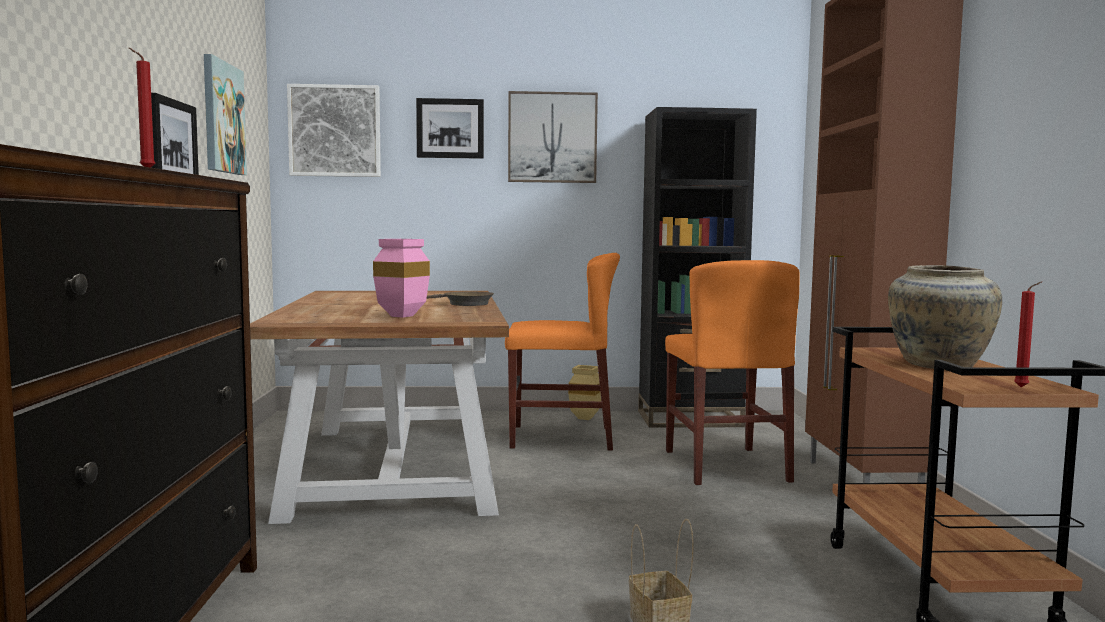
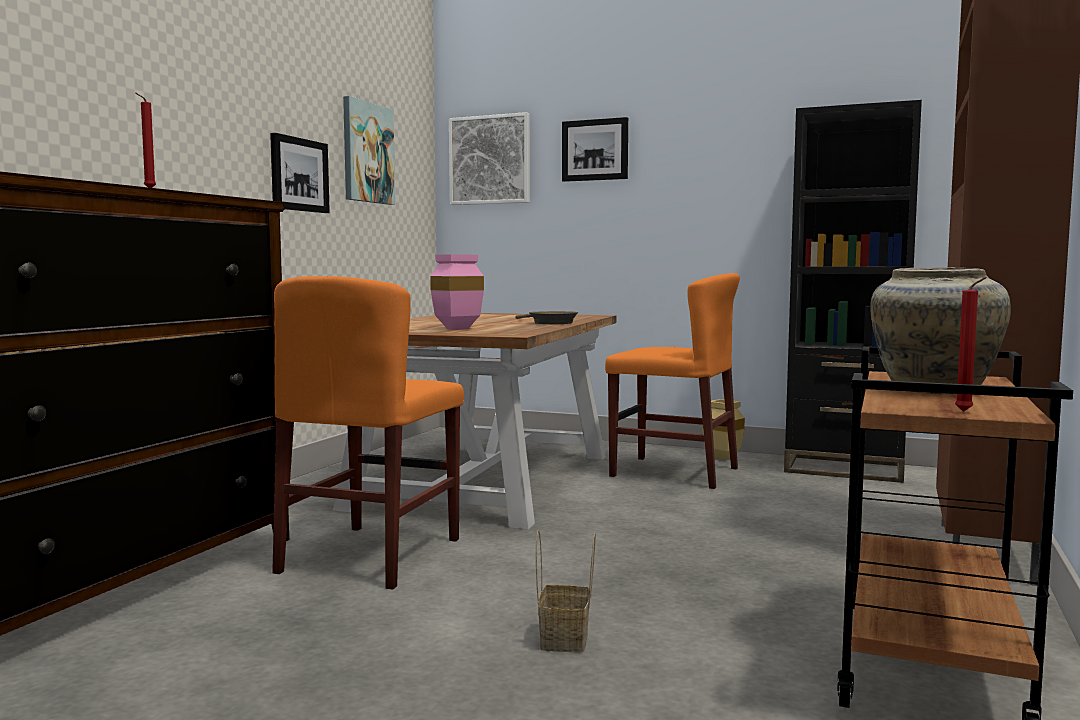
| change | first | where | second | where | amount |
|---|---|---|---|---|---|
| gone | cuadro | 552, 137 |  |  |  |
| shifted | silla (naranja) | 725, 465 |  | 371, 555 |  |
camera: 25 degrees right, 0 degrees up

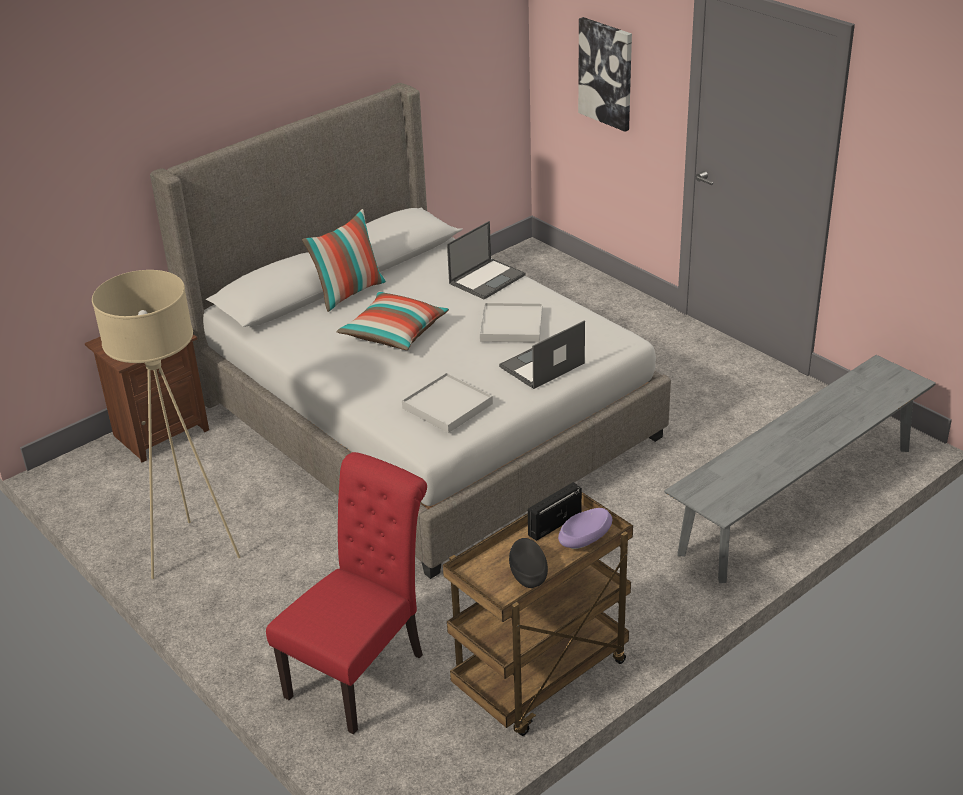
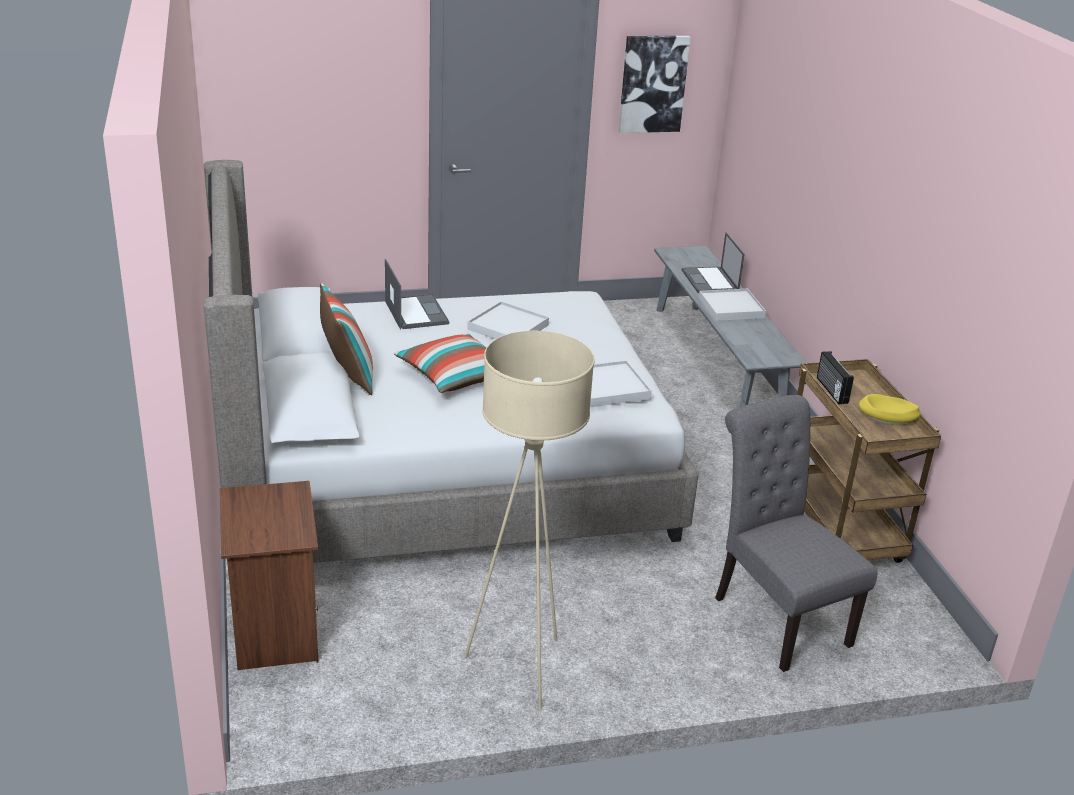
| change | first | where | second | where | amount |
|---|---|---|---|---|---|
| shifted | cuadro | 606, 73 |  | 653, 84 |  |
| shifted | portátil | 541, 366 |  | 710, 281 |  |
| repainted | silla (rojo) | 362, 670 | silla (gris) | 775, 616 |  |
| gone | cuenco (morado) | 585, 538 |  |  |  |
| repainted | cuenco (negro) | 528, 573 | cuenco (amarillo) | 887, 418 |  |
| new |  |  | bandeja (blanco) | 731, 307 |  |
camera: 65 degrees left, 5 degrees down

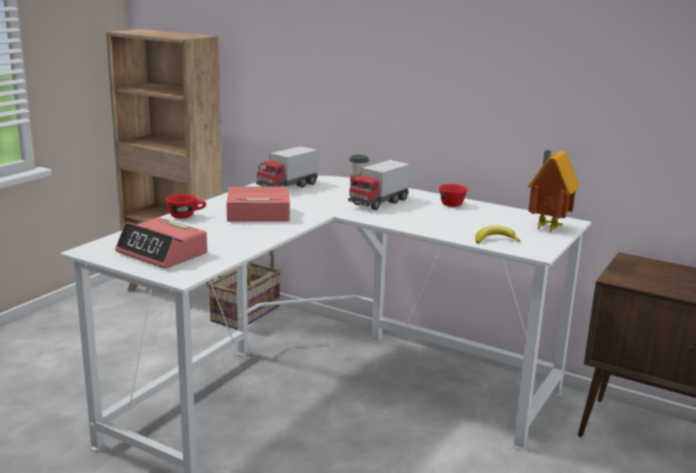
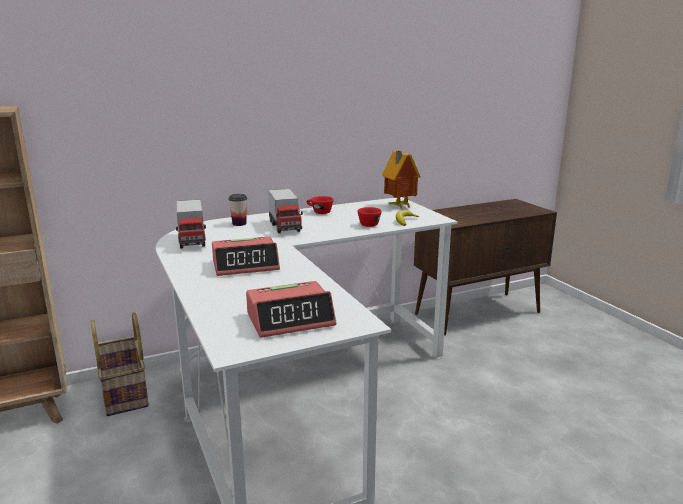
| change | first | where | second | where | amount |
|---|---|---|---|---|---|
| rotated | despertador | 258, 214 |  | 246, 265 | 135 degrees counterclockwise |
| shifted | taza (rojo) | 186, 216 |  | 370, 224 |  |
camera: 55 degrees left, 0 degrees up

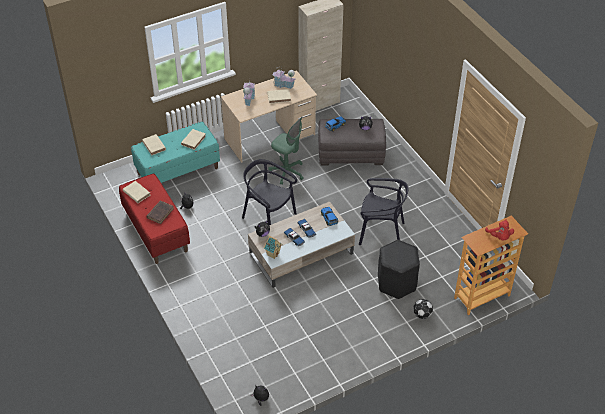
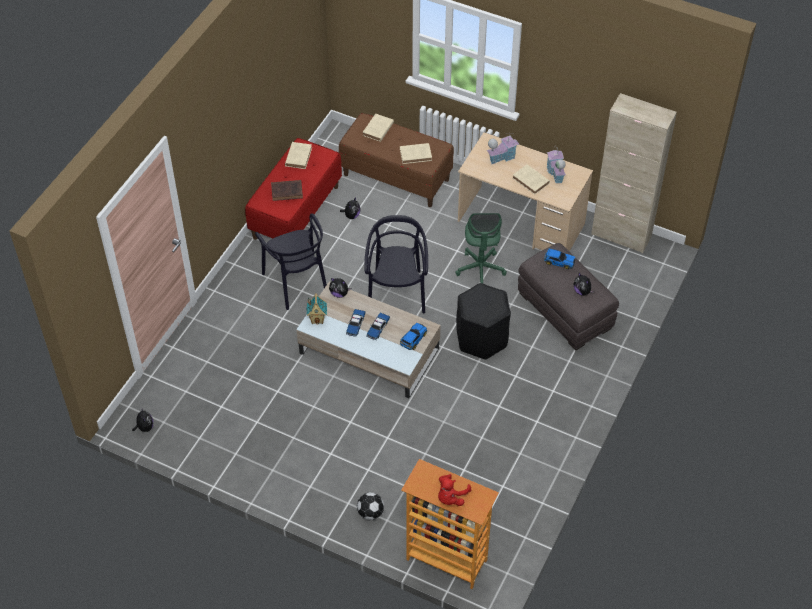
| change | first | where | second | where | amount |
|---|---|---|---|---|---|
| repainted | banco (turquesa) | 178, 170 | banco (marrón) | 396, 177 |  |
| shifted | silla (negro) | 381, 232 |  | 297, 282 |  |
| shifted | taburete (negro) | 396, 283 |  | 481, 338 |  |
camera: 55 degrees right, 5 degrees up

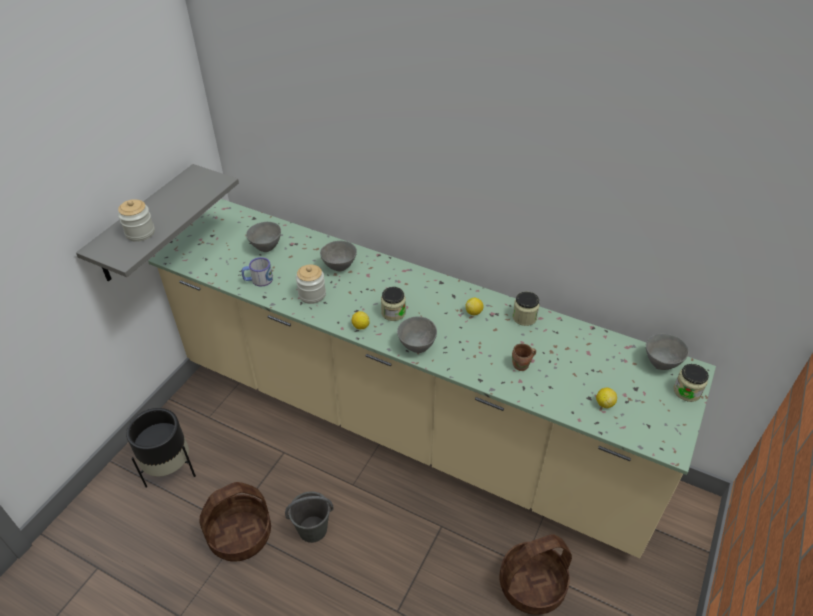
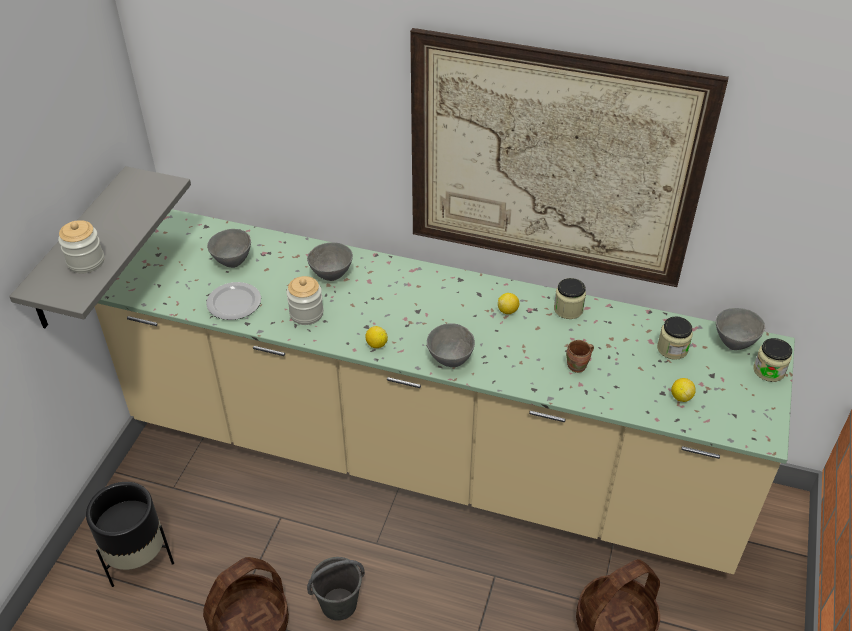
| change | first | where | second | where | amount |
|---|---|---|---|---|---|
| swapped | taza grande | 258, 280 | plato | 233, 303 |  |
| shifted | tarro | 393, 312 |  | 672, 349 |  |
| new |  |  | cuadro | 552, 162 |  |
camera: 10 degrees left, 0 degrees up

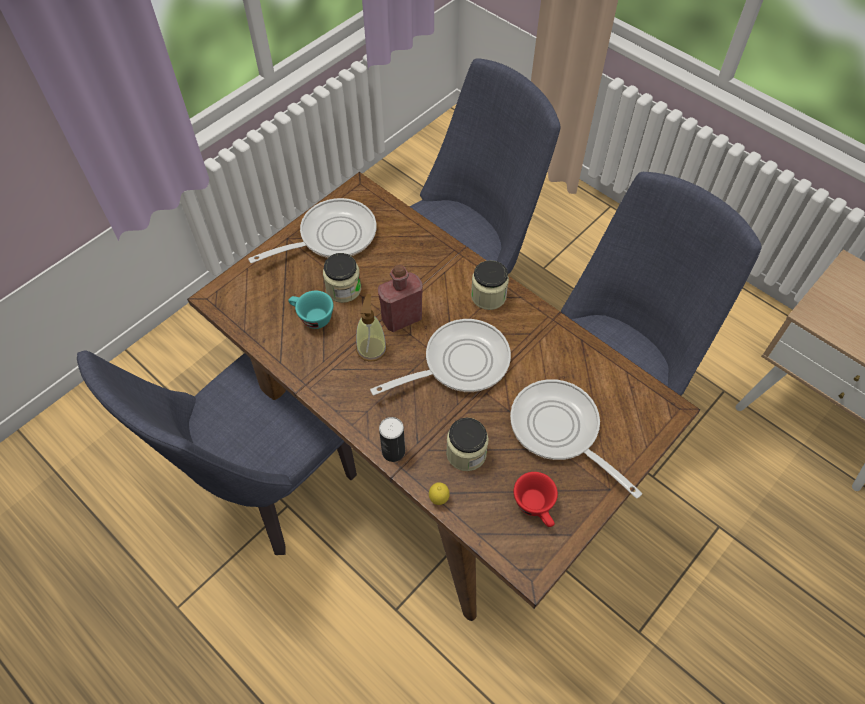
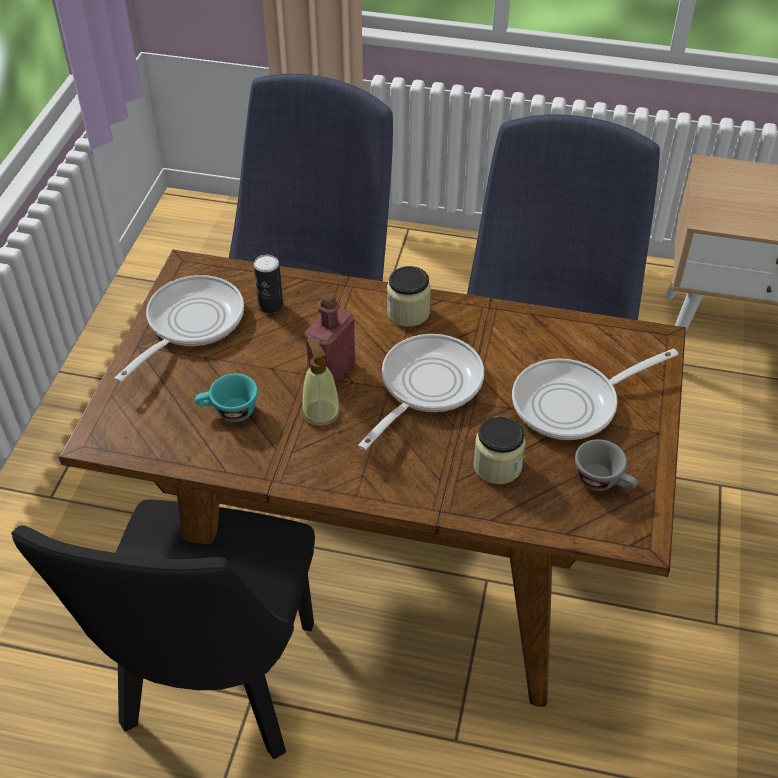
| change | first | where | second | where | amount |
|---|---|---|---|---|---|
| gone | tarro | 343, 289 |  |  |  |
| repainted | silla (azul) | 269, 489 | silla (negro) | 216, 691 |  |
| rotated | sartén | 559, 431 |  | 573, 403 | 45 degrees counterclockwise |
| shifted | lata | 393, 451 |  | 270, 305 |  |
| repainted | taza (rojo) | 536, 507 | taza (gris) | 603, 481 |  |
| gone | limón | 438, 499 |  |  |  |
camera: 30 degrees left, 10 degrees down

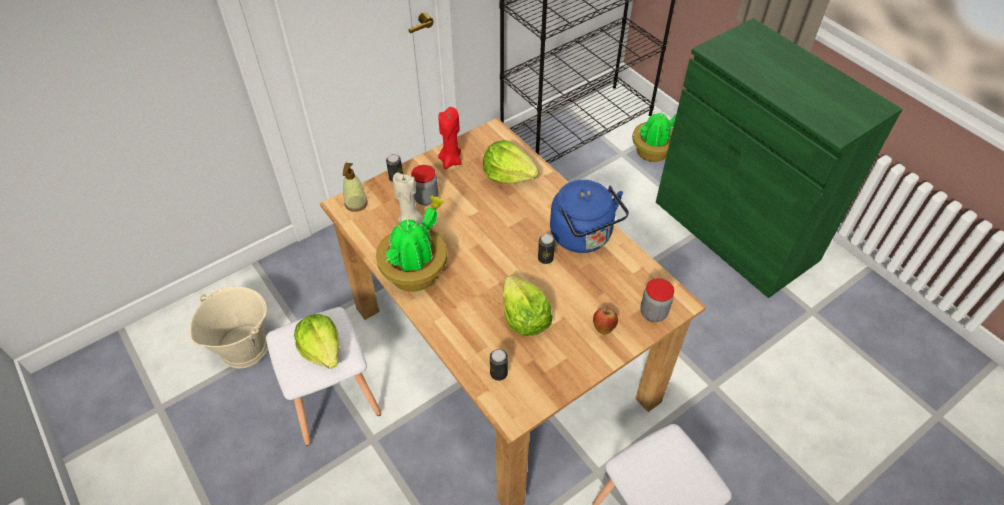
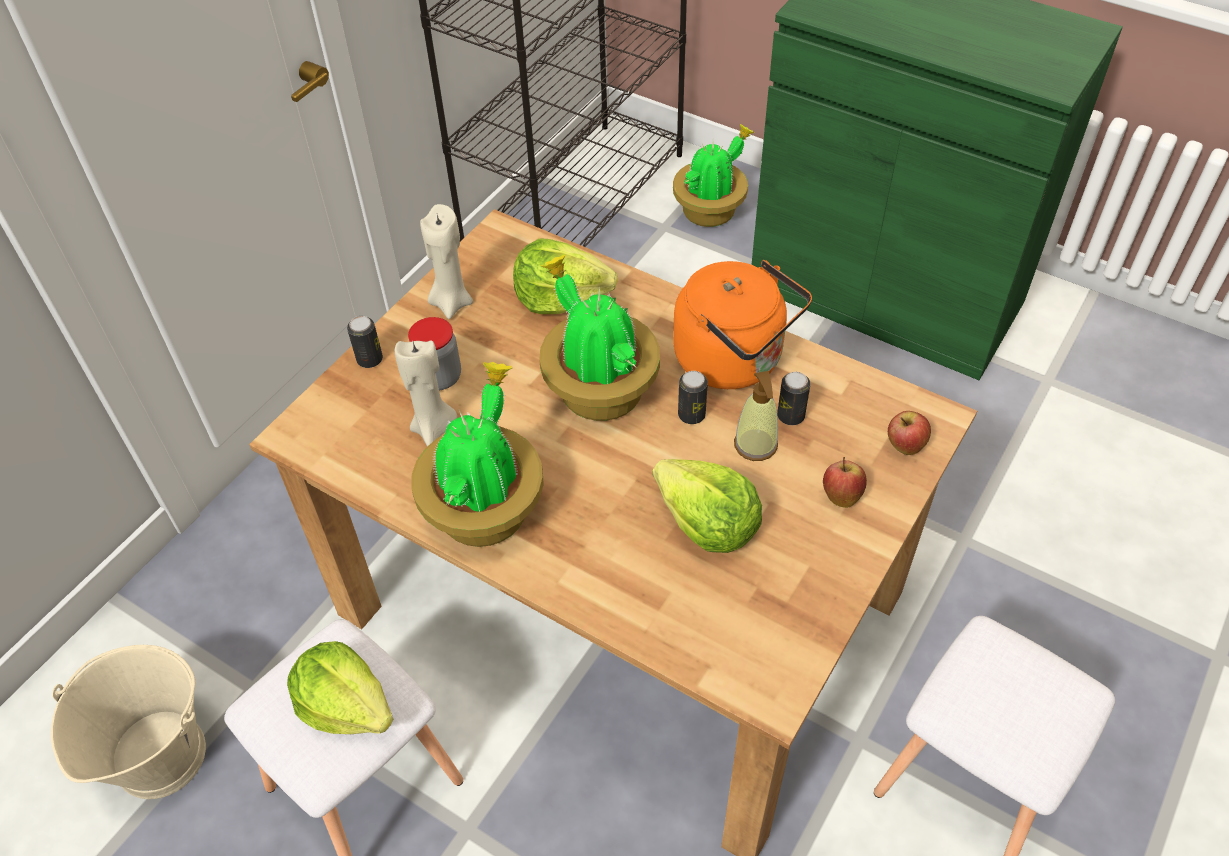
| change | first | where | second | where | amount |
|---|---|---|---|---|---|
| repainted | vela (rojo) | 451, 161 | vela (beis) | 451, 302 |  |
| shifted | dispensador de jabón | 356, 204 |  | 755, 445 |  |
| repainted | hervidor (azul) | 583, 237 | hervidor (naranja) | 734, 361 |  |
| swapped | tarro | 653, 312 | manzana | 904, 446 |  |
| shifted | lata | 498, 373 |  | 790, 416 |  |
| new |  |  | planta en maceta | 598, 389 |  |
camera: 20 degrees left, 0 degrees up

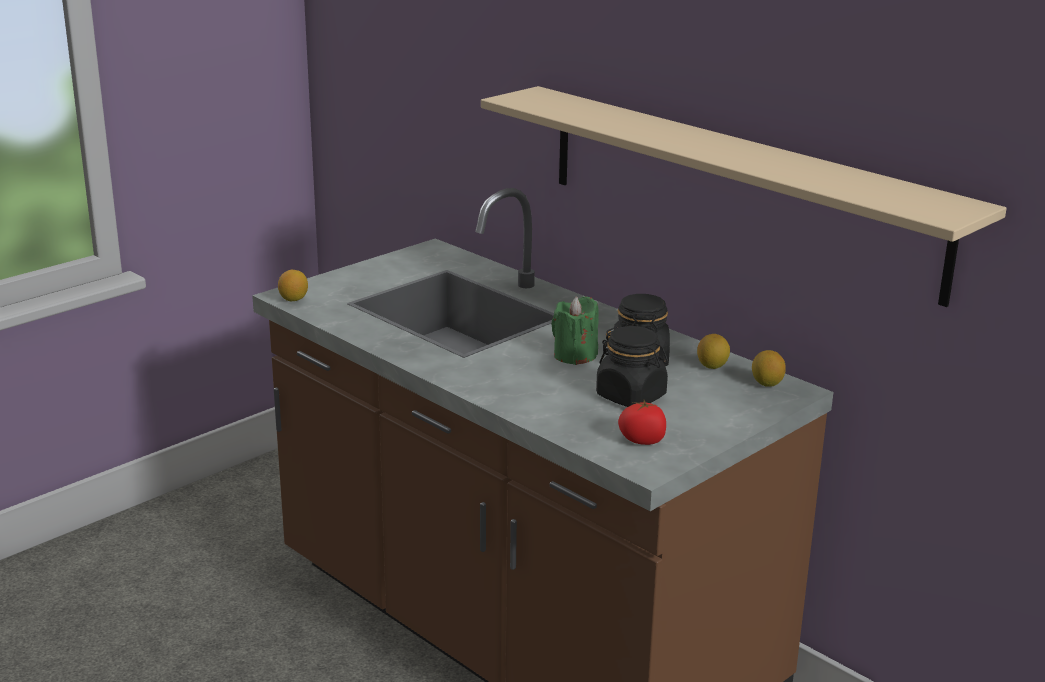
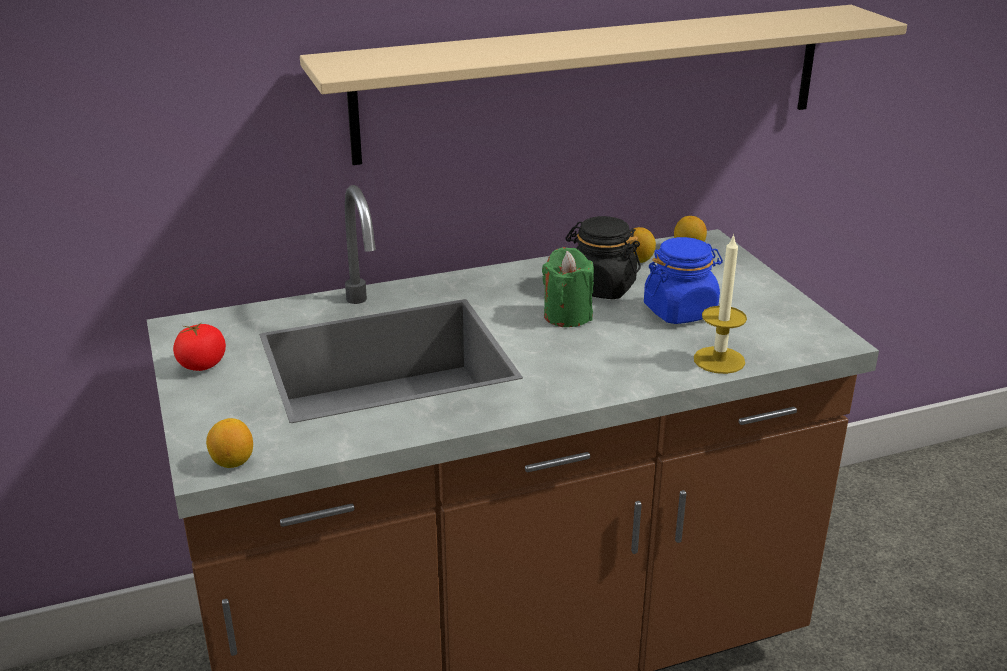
| change | first | where | second | where | amount |
|---|---|---|---|---|---|
| repainted | tarro (negro) | 631, 396 | tarro (azul) | 680, 311 |  |
| shifted | tomate | 642, 440 |  | 202, 365 |  |
| new |  |  | vela | 719, 360 |  |
camera: 65 degrees left, 5 degrees up

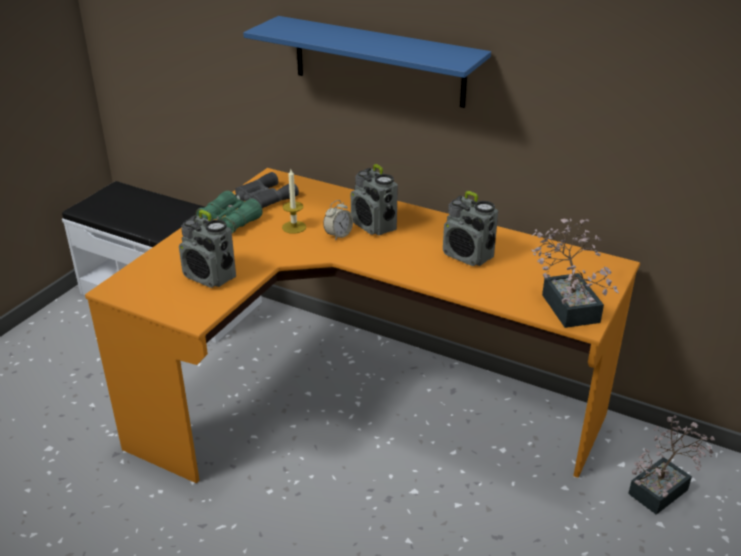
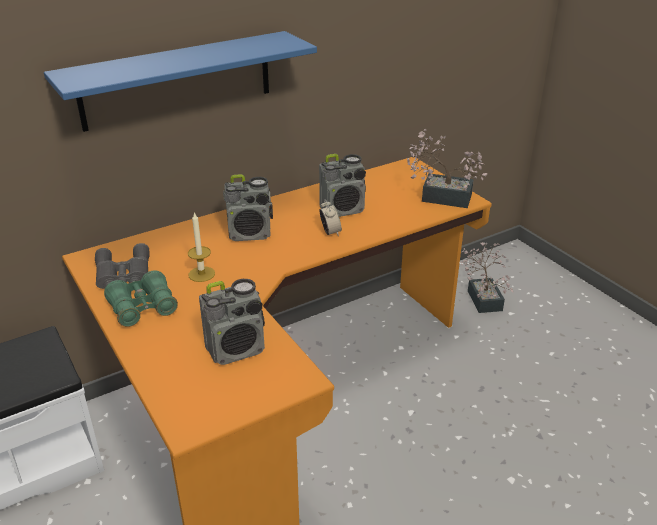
| change | first | where | second | where | amount |
|---|---|---|---|---|---|
| shifted | despertador | 338, 235 |  | 330, 232 |  |
camera: 60 degrees left, 0 degrees up

